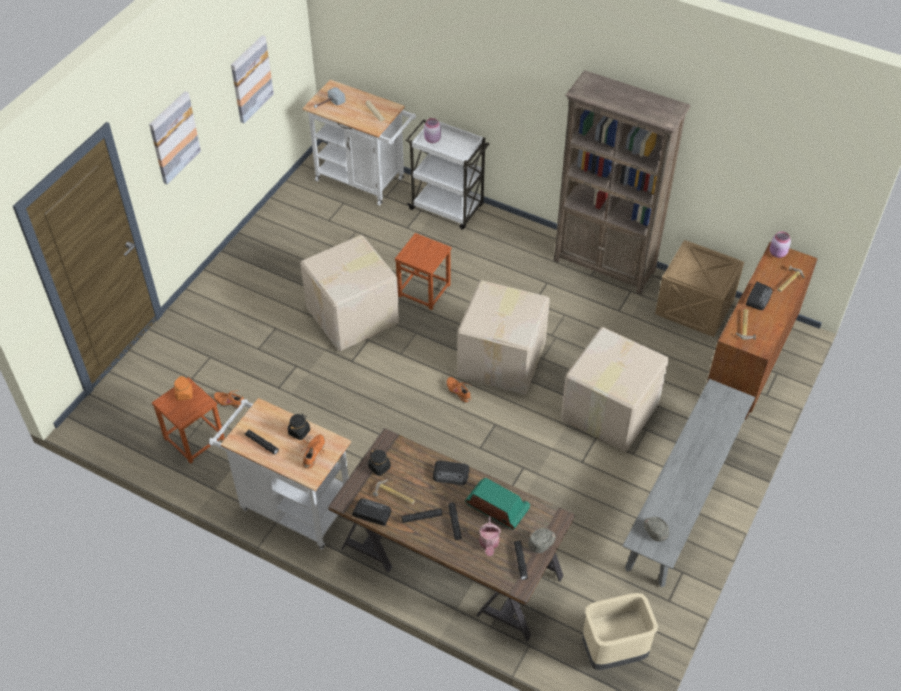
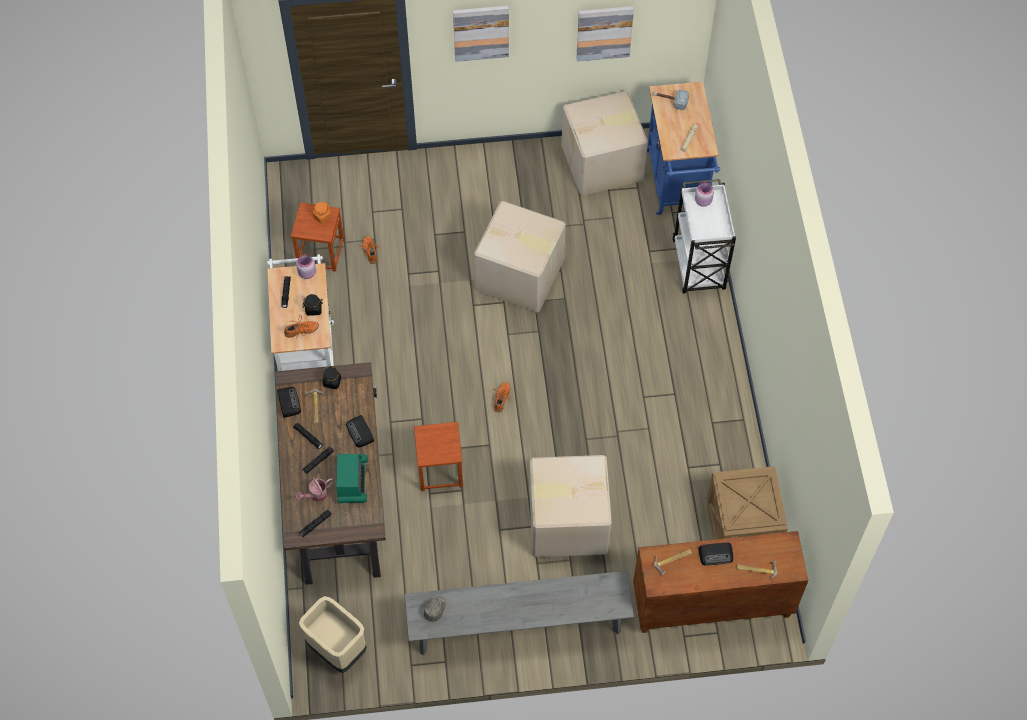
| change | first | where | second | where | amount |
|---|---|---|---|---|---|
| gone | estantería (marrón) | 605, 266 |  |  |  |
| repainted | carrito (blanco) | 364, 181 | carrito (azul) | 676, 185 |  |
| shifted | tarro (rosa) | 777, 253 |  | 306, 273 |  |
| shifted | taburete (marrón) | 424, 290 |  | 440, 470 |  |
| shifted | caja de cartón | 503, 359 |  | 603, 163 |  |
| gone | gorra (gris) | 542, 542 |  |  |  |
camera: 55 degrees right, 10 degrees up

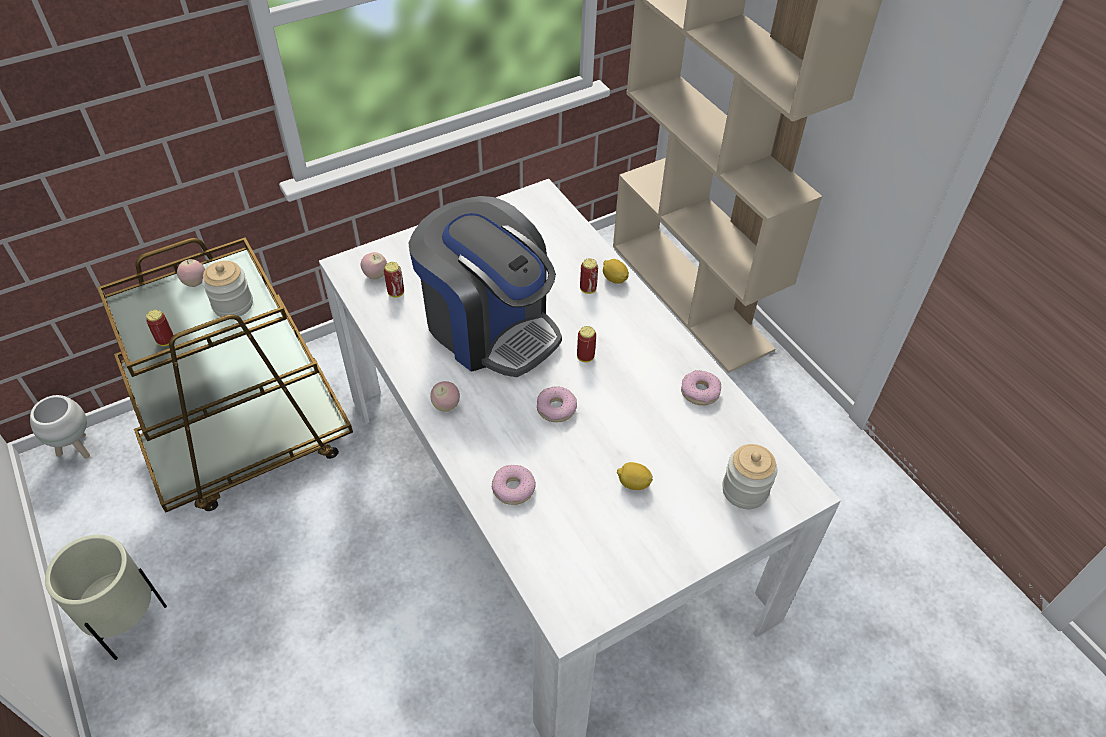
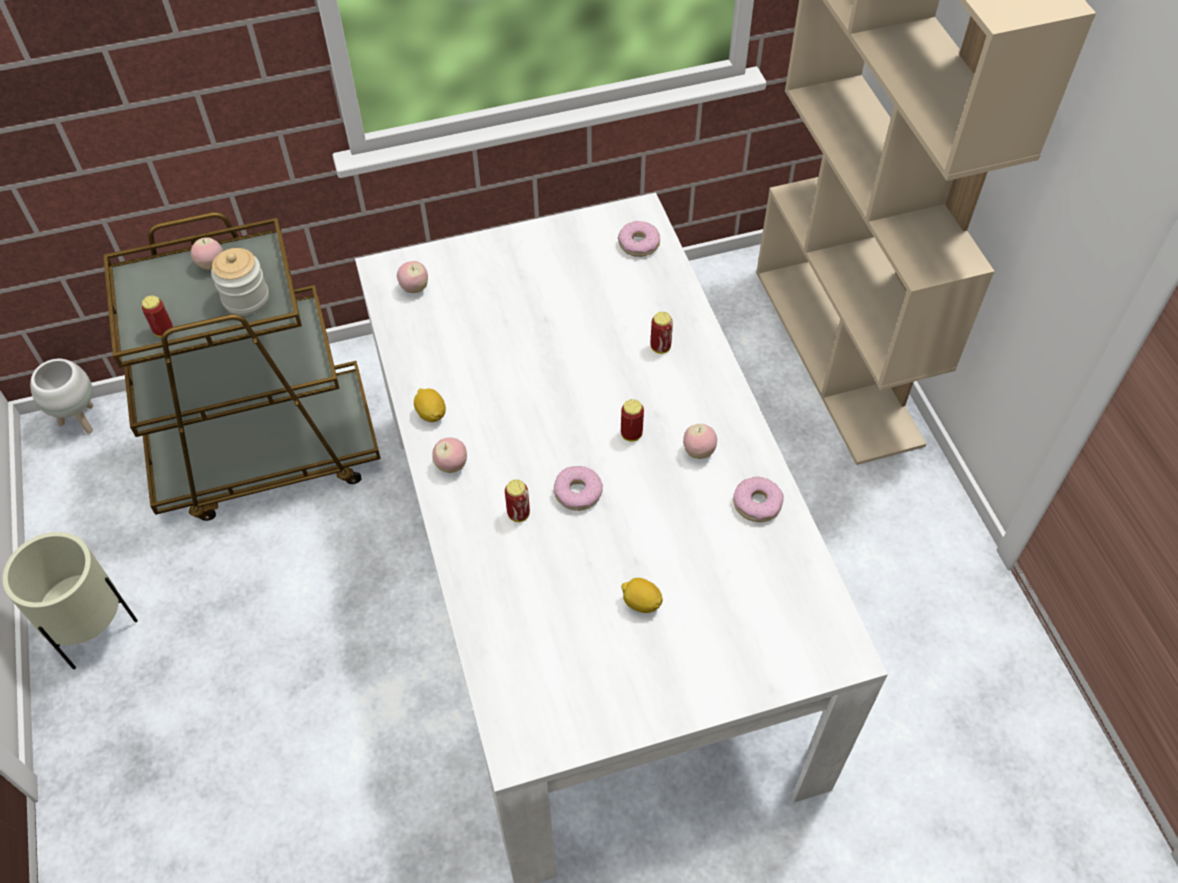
| change | first | where | second | where | amount |
|---|---|---|---|---|---|
| gone | cafetera | 489, 327 |  |  |  |
| shifted | limón | 614, 279 |  | 431, 413 |  |
| shifted | lata | 396, 293 |  | 518, 514 |  |
| gone | tarro | 745, 490 |  |  |  |
| shifted | rosquilla | 513, 488 |  | 639, 244 |  |
| new |  |  | manzana | 698, 452 |  |
camera: 15 degrees right, 5 degrees up

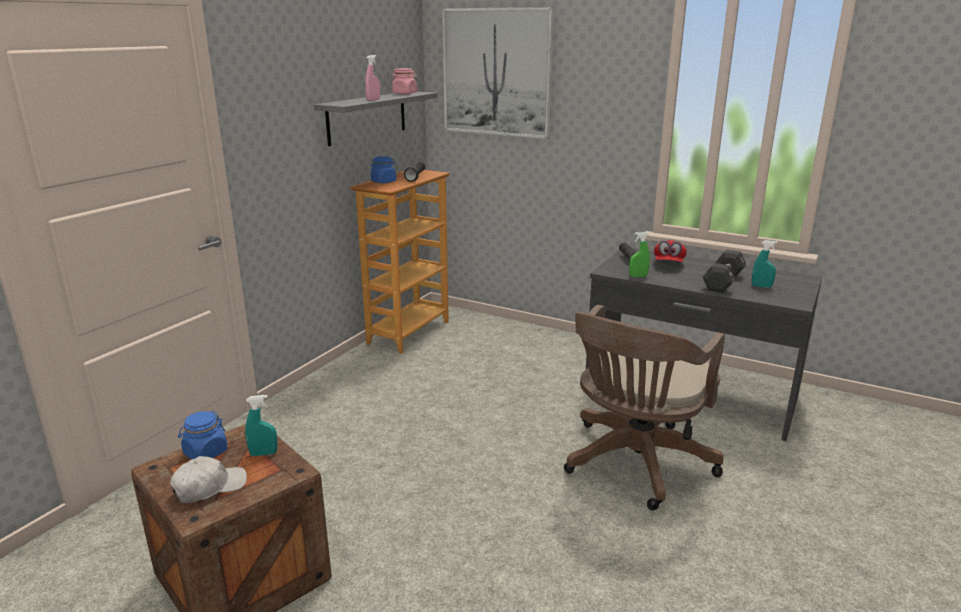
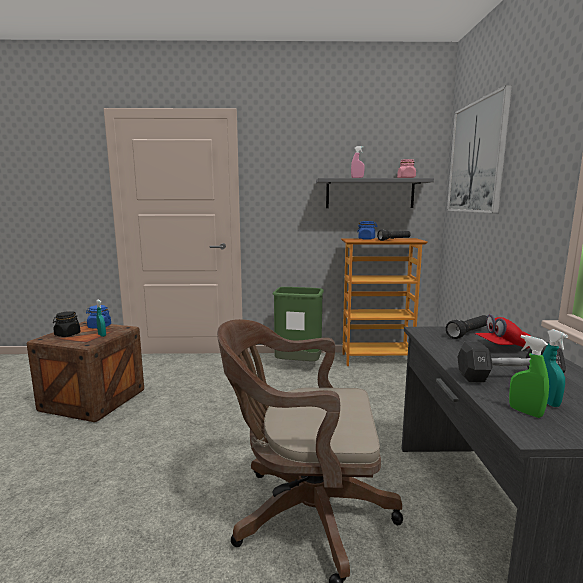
| change | first | where | second | where | amount |
|---|---|---|---|---|---|
| shifted | pulverizador (verde) | 638, 276 |  | 525, 412 |  |
| swapped | gorra (blanco) | 209, 487 | tarro (negro) | 67, 334 |  |
| new |  |  | papelera (verde) | 298, 365 |  |
camera: 60 degrees right, 10 degrees down

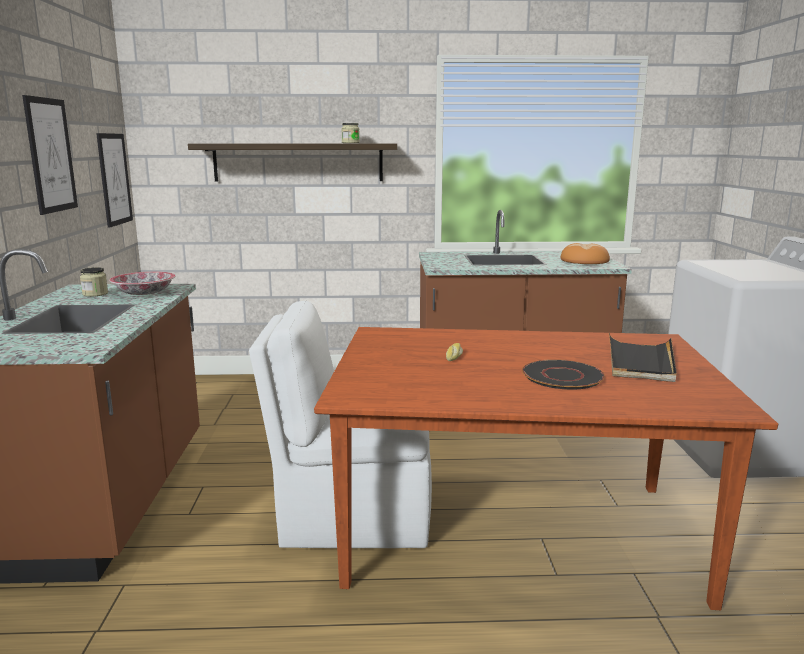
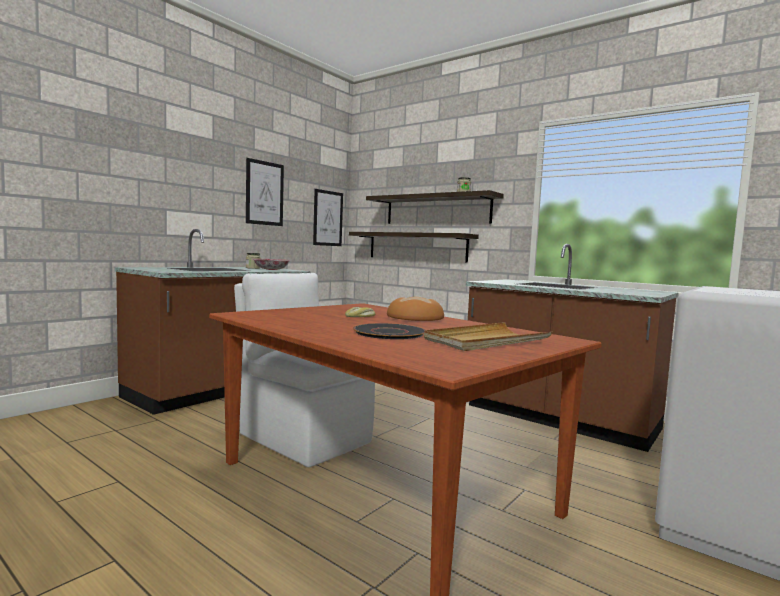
| change | first | where | second | where | amount |
|---|---|---|---|---|---|
| shifted | pan | 584, 261 |  | 414, 317 |  |
| repainted | bandeja (negro) | 640, 361 | bandeja (beis) | 486, 341 |  |
| new |  |  | estante | 416, 246 |  |
camera: 40 degrees right, 10 degrees down

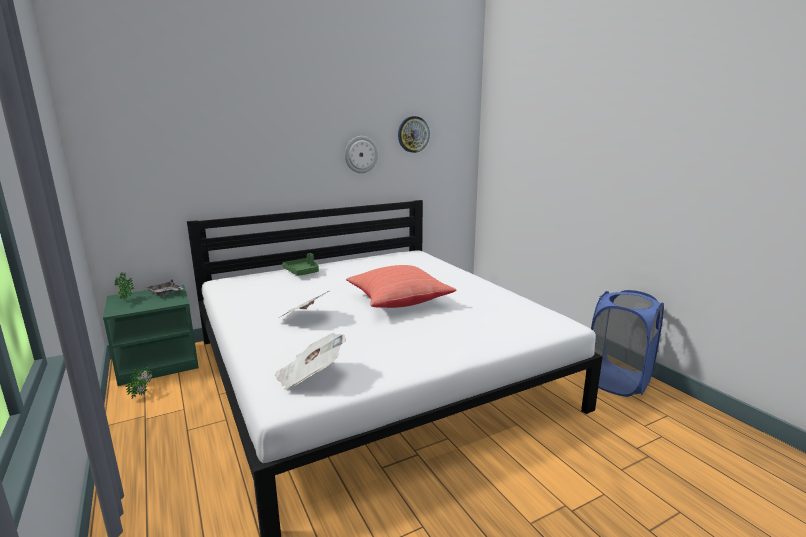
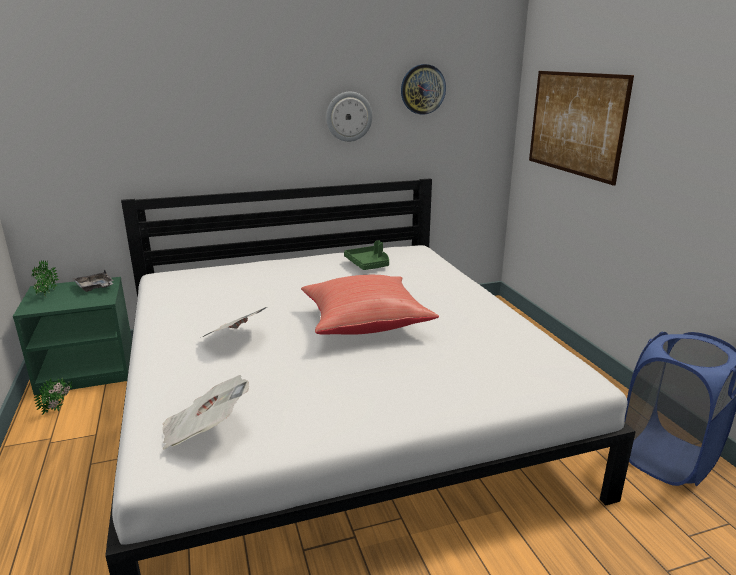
| change | first | where | second | where | amount |
|---|---|---|---|---|---|
| shifted | bandeja (verde) | 302, 272 |  | 368, 264 |  |
| new |  |  | cuadro | 575, 123 |  |
camera: 10 degrees right, 5 degrees up

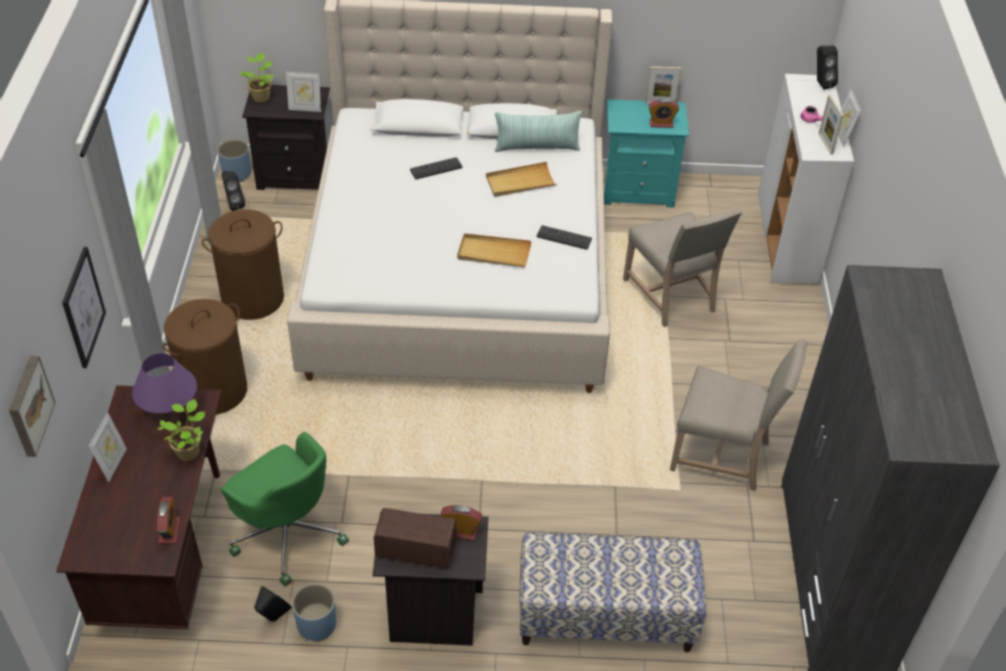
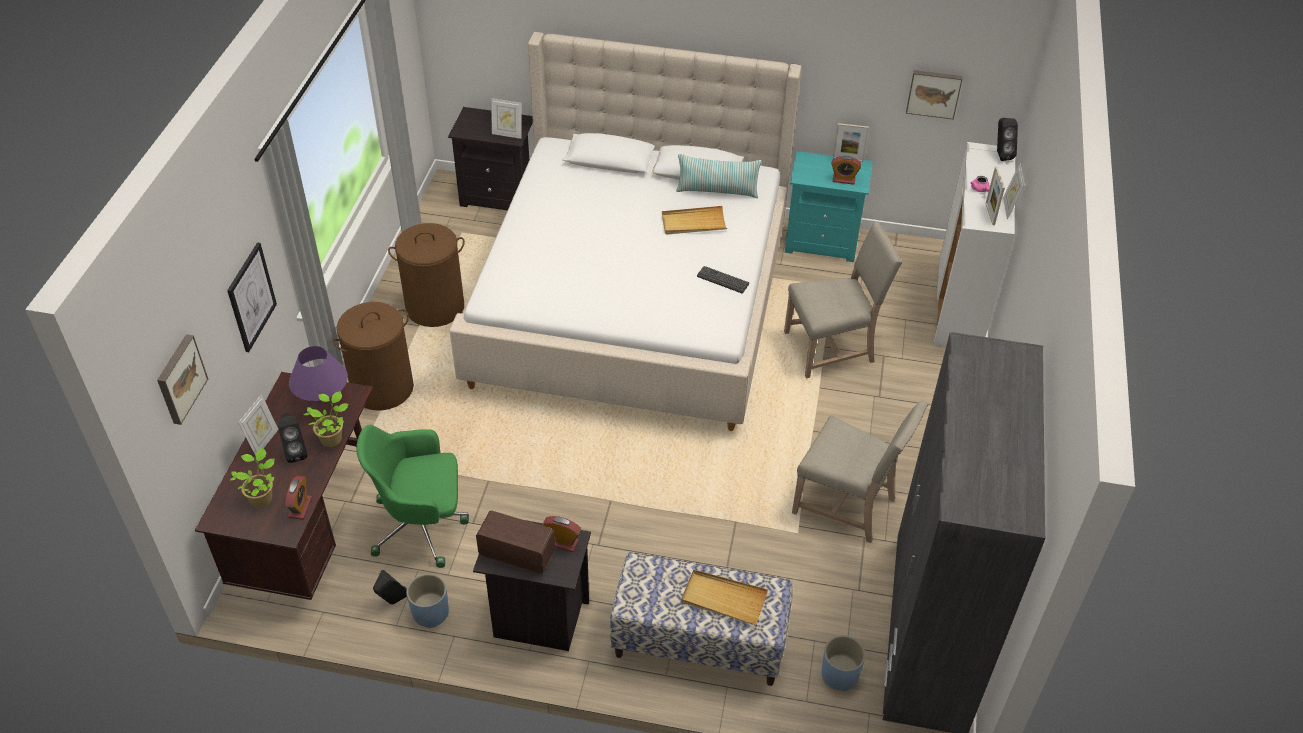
| change | first | where | second | where | amount |
|---|---|---|---|---|---|
| shifted | planta en maceta | 261, 96 |  | 262, 498 |  |
| shifted | maceta (azul) | 237, 174 |  | 839, 675 |  |
| gone | teclado | 436, 169 |  |  |  |
| shifted | altavoz (negro) | 233, 204 |  | 296, 452 |  |
| rotated | silla (beis) | 672, 296 |  | 832, 348 | 90 degrees counterclockwise |
| shifted | bandeja (beis) | 493, 253 |  | 723, 599 |  |
| rotated | silla de oficina (verde) | 287, 532 |  | 422, 525 | 120 degrees clockwise |
| new |  |  | cuadro | 934, 93 |  |
camera: 10 degrees right, 0 degrees up

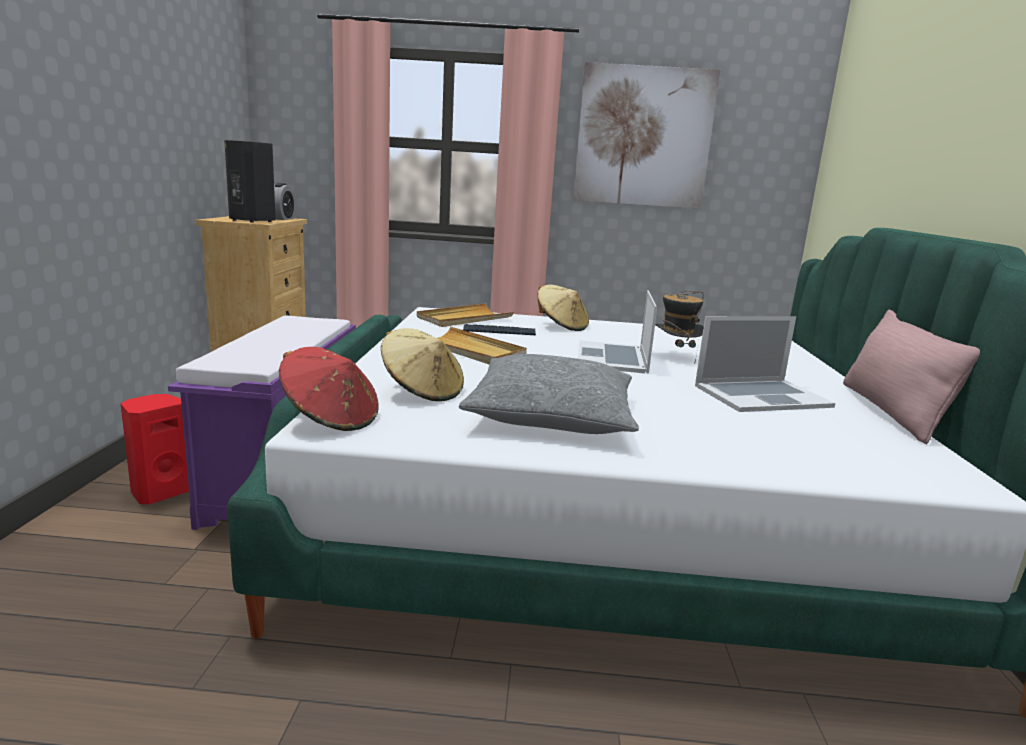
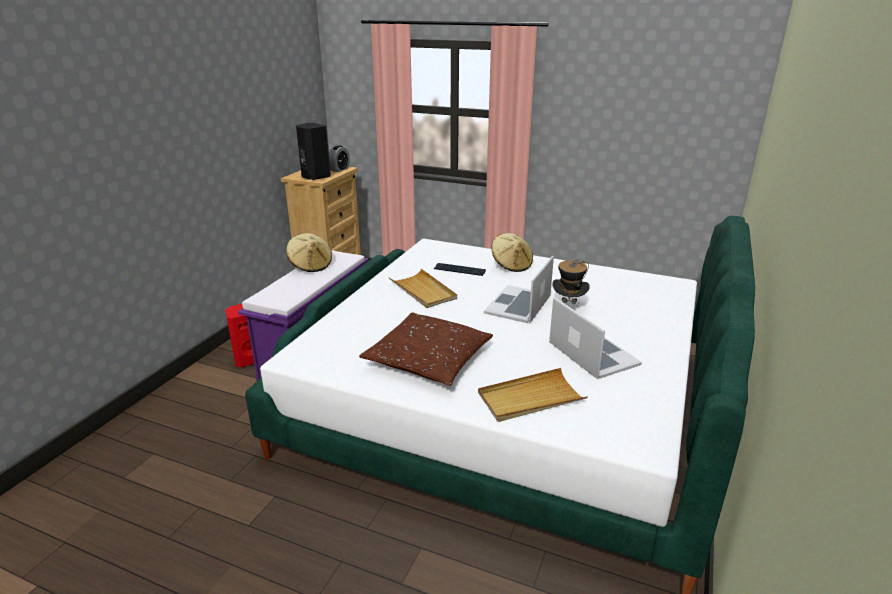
| change | first | where | second | where | amount |
|---|---|---|---|---|---|
| gone | cuadro | 643, 137 |  |  |  |
| shifted | bandeja (beis) | 464, 319 |  | 530, 398 |  |
| gone | cojín (rosa) | 891, 412 |  |  |  |
| rotated | portátil | 761, 396 |  | 592, 353 | 120 degrees counterclockwise |
| shifted | sombrero (beis) | 422, 391 |  | 310, 265 |  |
| gone | sombrero (rojo) | 331, 419 |  |  |  |
| repainted | cojín (gris) | 552, 414 | cojín (marrón) | 428, 359 |  |
camera: 20 degrees right, 10 degrees up

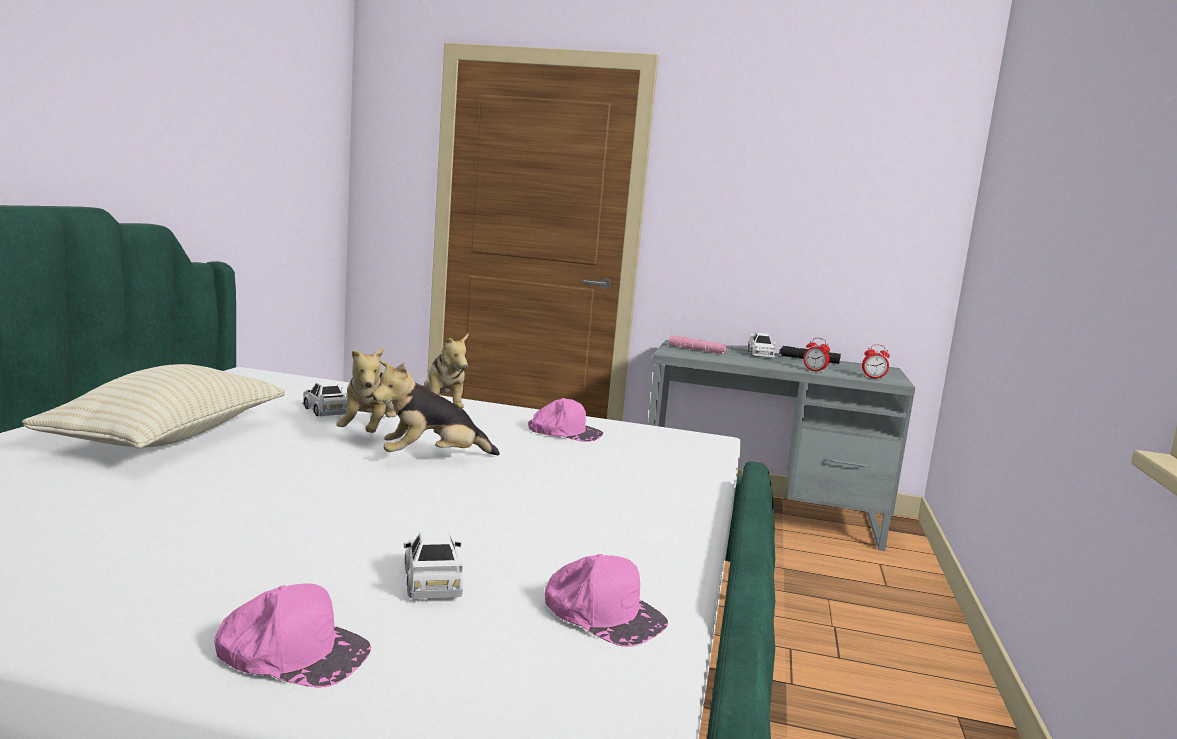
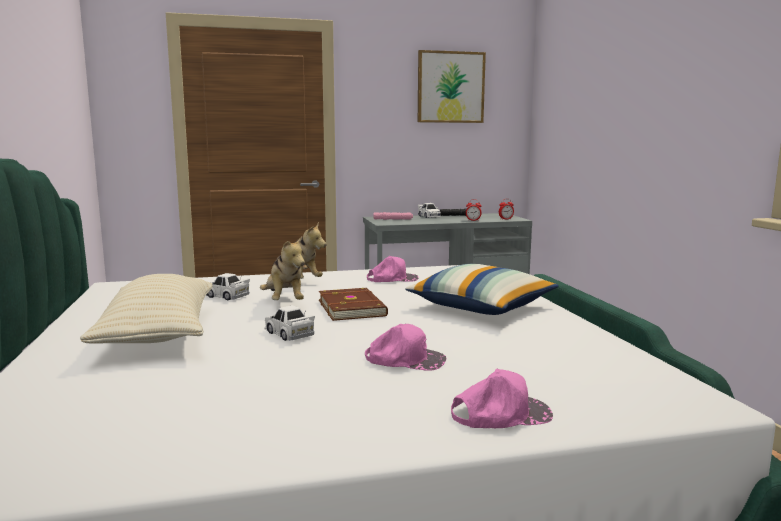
| change | first | where | second | where | amount |
|---|---|---|---|---|---|
| swapped | peluche | 432, 459 | libro (marrón) | 353, 307 |  |
| shifted | coche de juguete (blanco) | 432, 581 |  | 289, 334 |  |
| shifted | gorra (rosa) | 602, 614 |  | 405, 359 |  |
| new |  |  | cuadro | 450, 87 |  |
| new |  |  | cojín | 482, 307 |  |
camera: 25 degrees left, 0 degrees up

